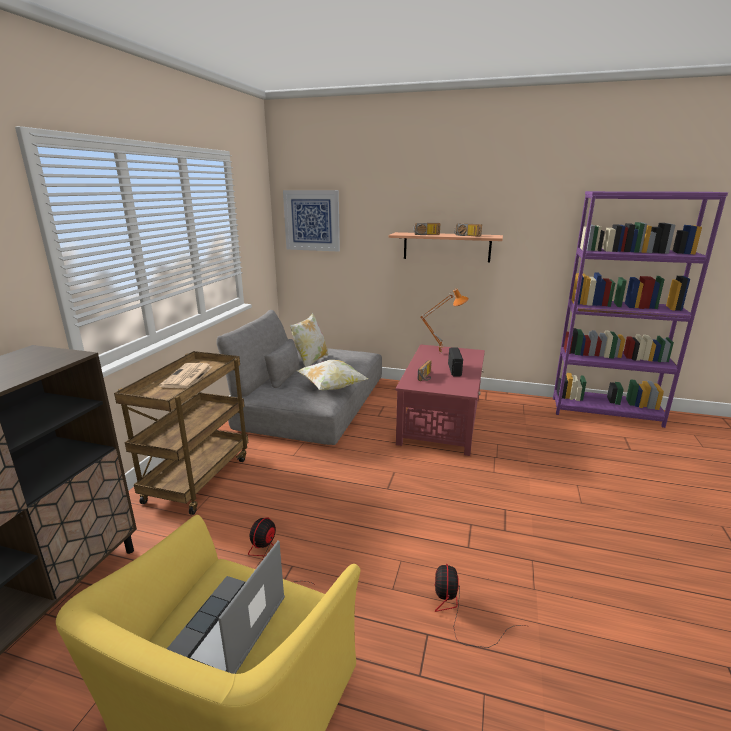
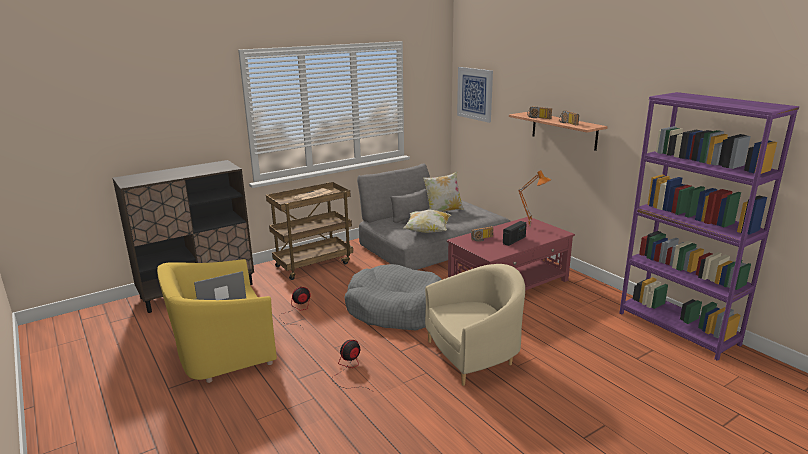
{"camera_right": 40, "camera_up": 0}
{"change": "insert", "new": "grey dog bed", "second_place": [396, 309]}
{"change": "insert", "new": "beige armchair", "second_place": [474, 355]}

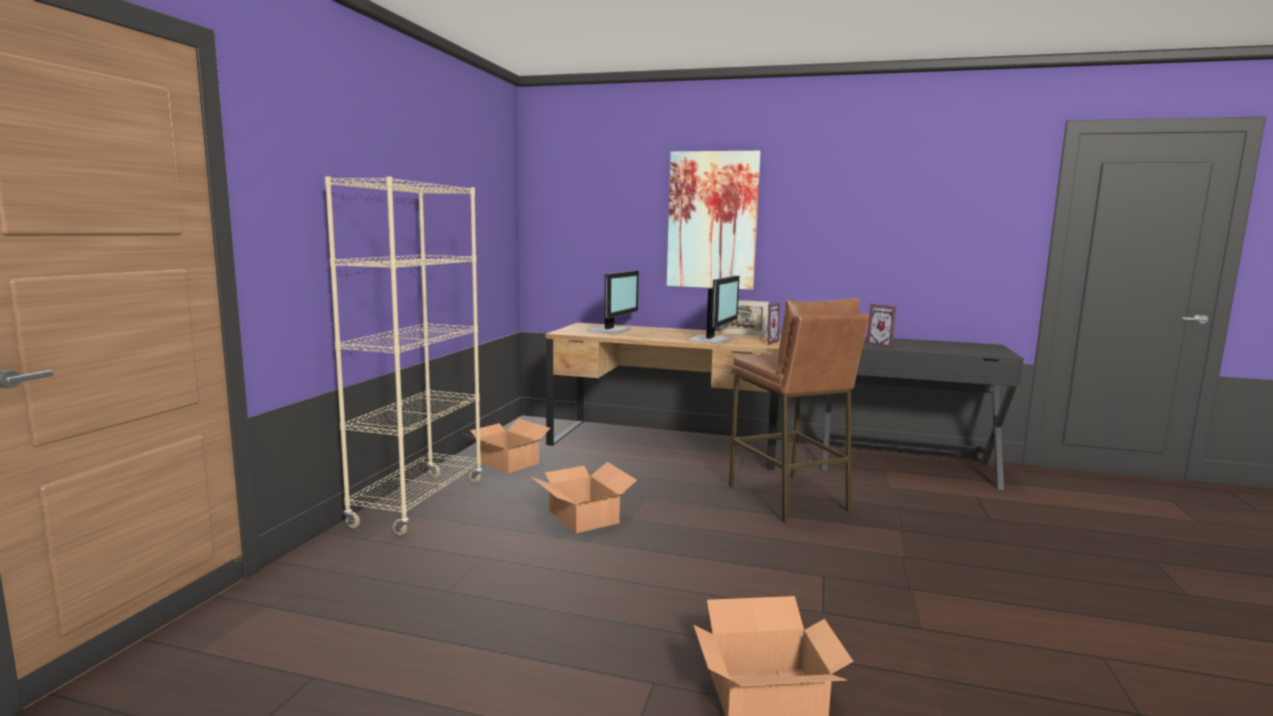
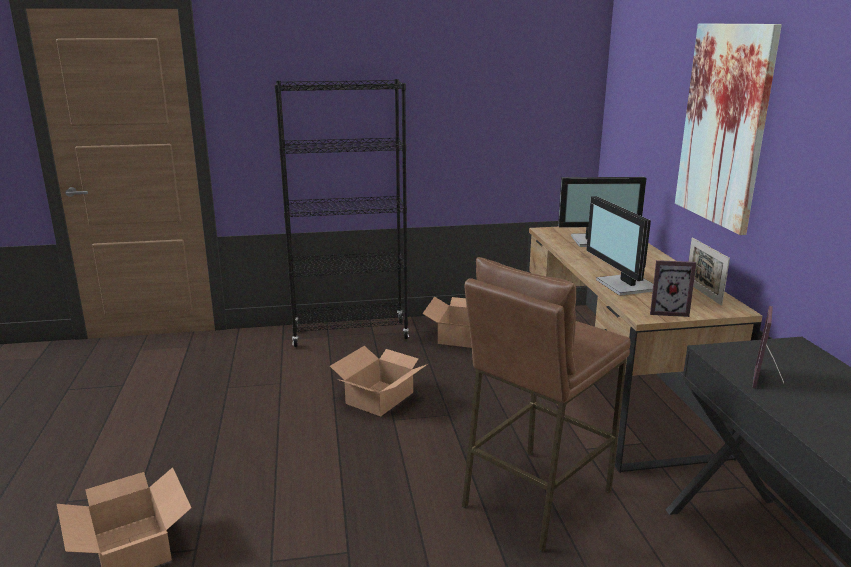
{"camera_right": 65, "camera_up": 10}
{"change": "recolor", "old": "beige shelving unit", "new": "black shelving unit", "first_place": [419, 503], "second_place": [350, 334]}
{"change": "rotate", "old": "monitor", "first_place": [712, 340], "second_place": [625, 286], "degrees": 75}

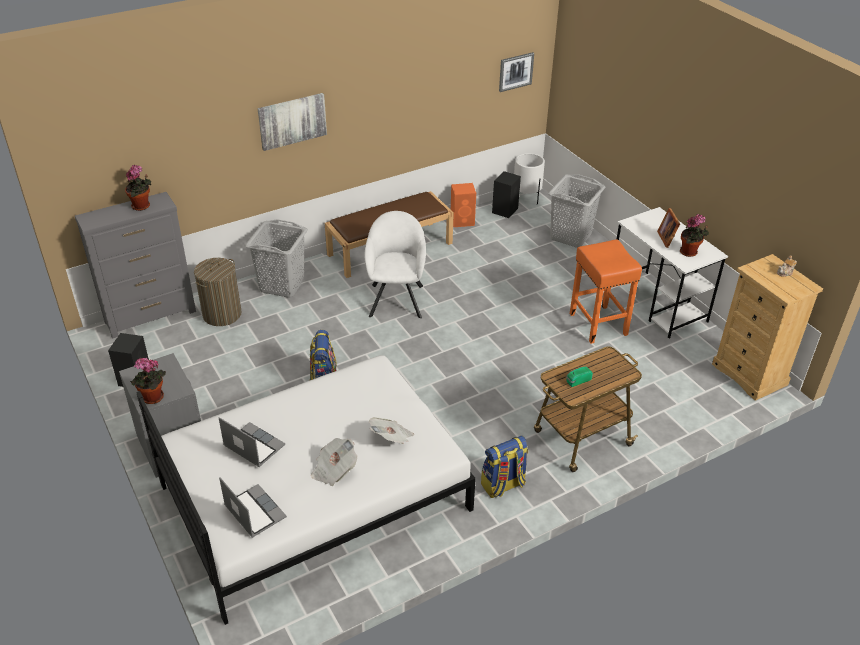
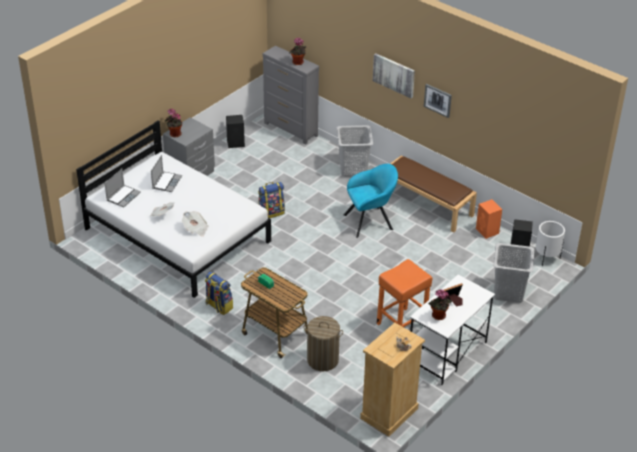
{"camera_right": 70, "camera_up": 0}
{"change": "move", "old": "washing basket", "first_place": [222, 314], "second_place": [322, 360]}
{"change": "recolor", "old": "whitish armchair", "new": "turquoise-coloured armchair", "first_place": [396, 298], "second_place": [371, 221]}
{"change": "move", "old": "picture", "first_place": [515, 71], "second_place": [438, 100]}

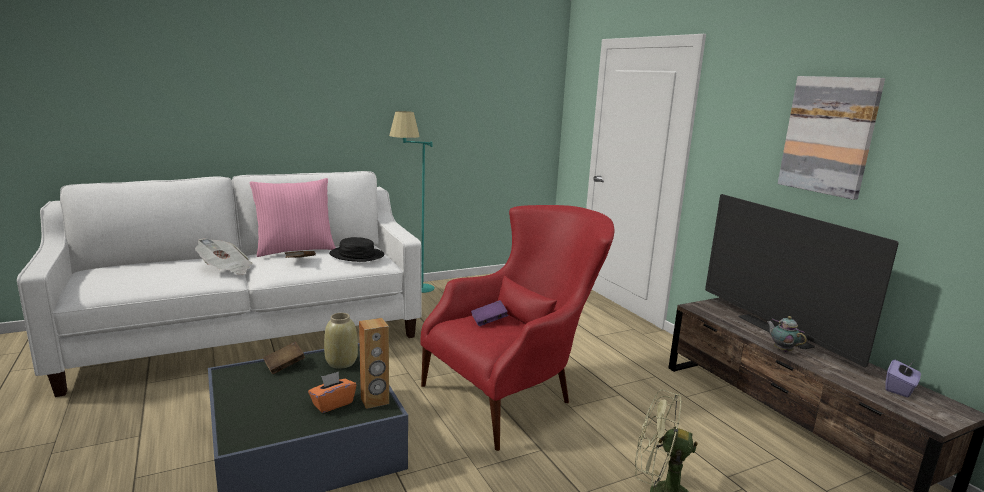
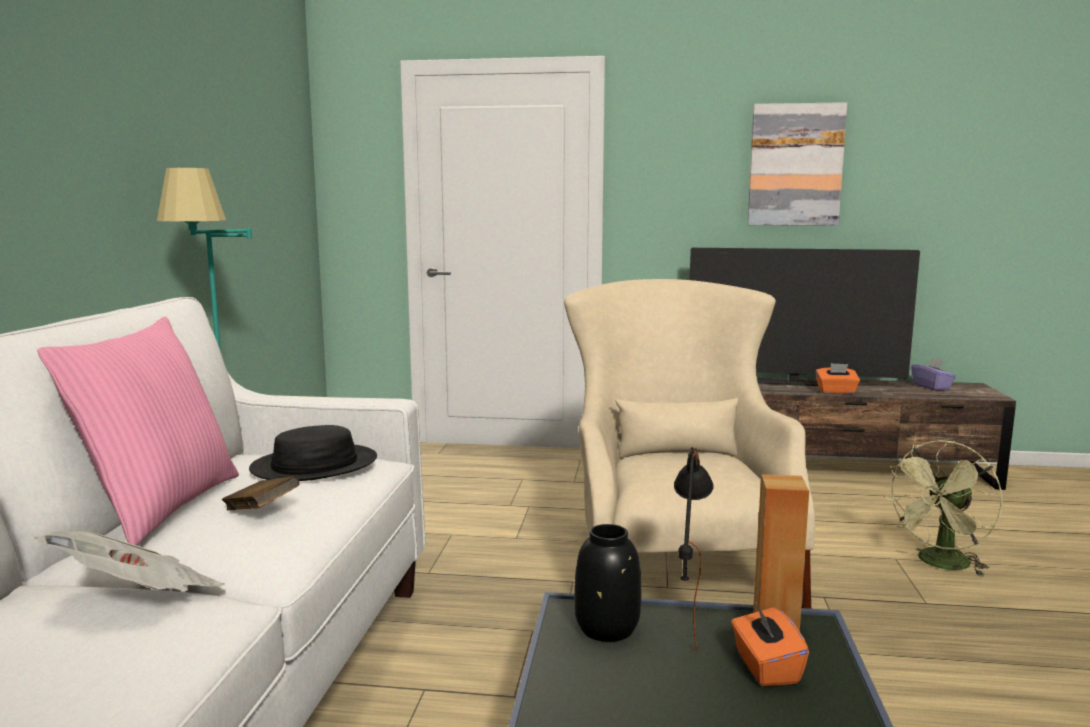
{"camera_right": -55, "camera_up": -5}
{"change": "recolor", "old": "red-coloured armchair", "new": "beige armchair", "first_place": [515, 393], "second_place": [673, 570]}
{"change": "recolor", "old": "beige vase", "new": "black vase", "first_place": [341, 362], "second_place": [606, 629]}
{"change": "insert", "new": "black lamp for a table", "second_place": [684, 625]}
{"change": "replace", "old": "teapot", "new": "orangey tissue box", "first_place": [781, 350], "second_place": [836, 392]}
{"change": "delete", "old": "brown bound book", "first_place": [284, 366]}
{"change": "delete", "old": "purple bound book", "first_place": [489, 321]}

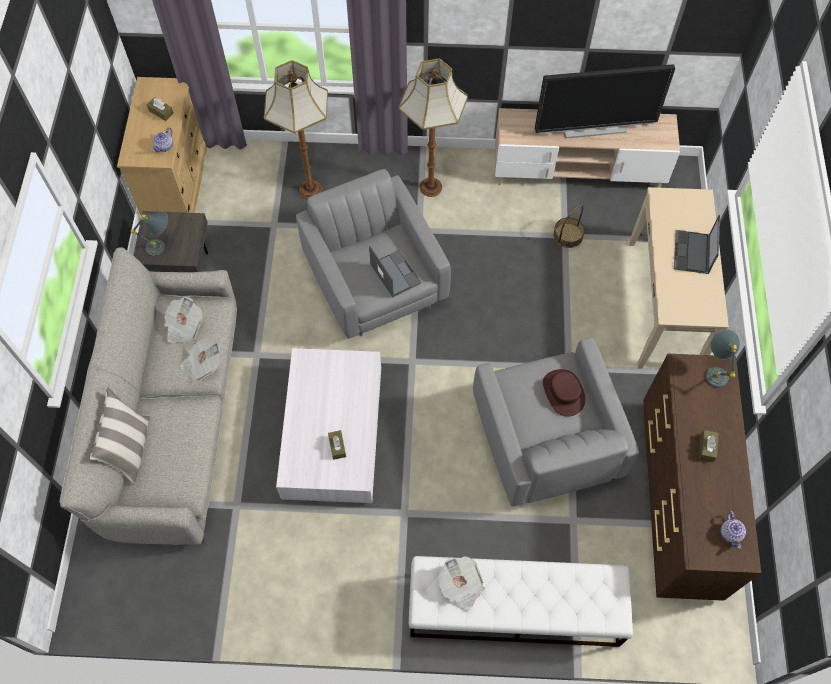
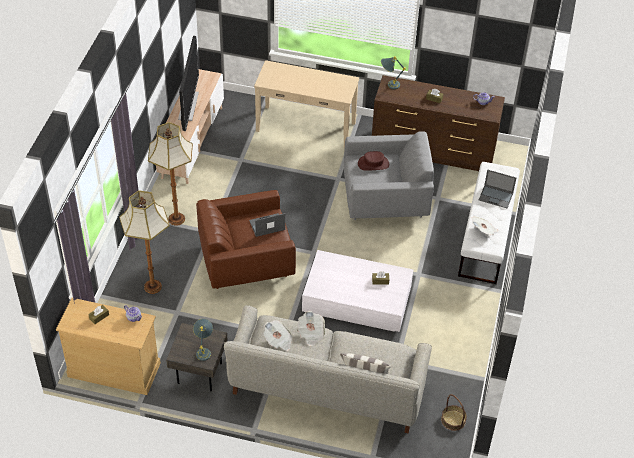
{"camera_right": -80, "camera_up": -15}
{"change": "recolor", "old": "grey armchair", "new": "brown armchair", "first_place": [375, 282], "second_place": [246, 262]}
{"change": "move", "old": "household basket", "first_place": [568, 235], "second_place": [453, 420]}
{"change": "move", "old": "laptop", "first_place": [692, 252], "second_place": [496, 197]}

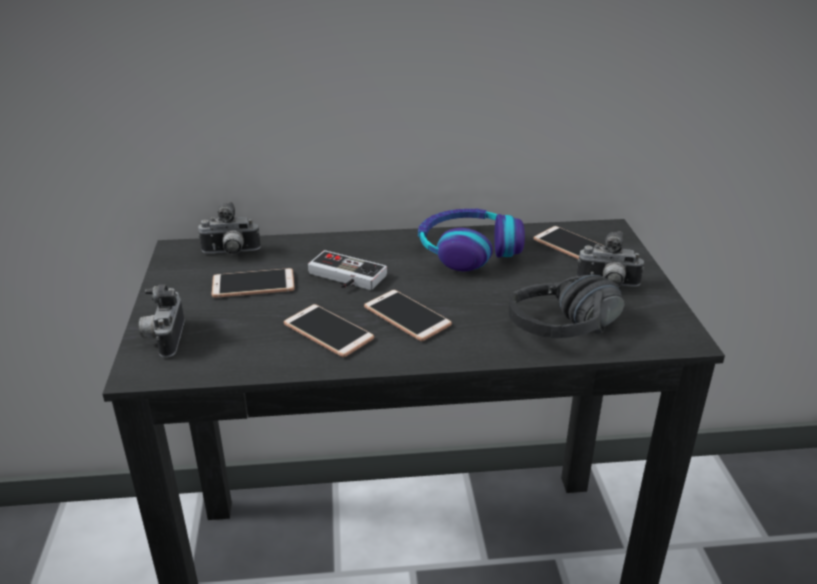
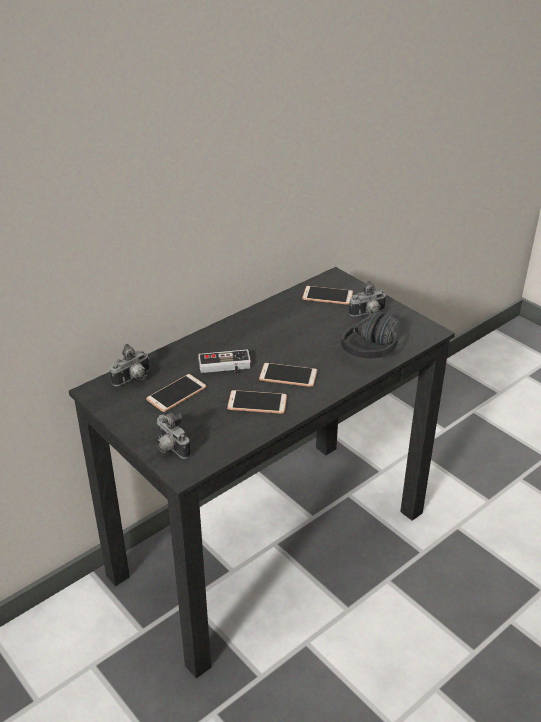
{"camera_right": -35, "camera_up": 5}
{"change": "delete", "old": "pair of headphones", "first_place": [468, 250]}

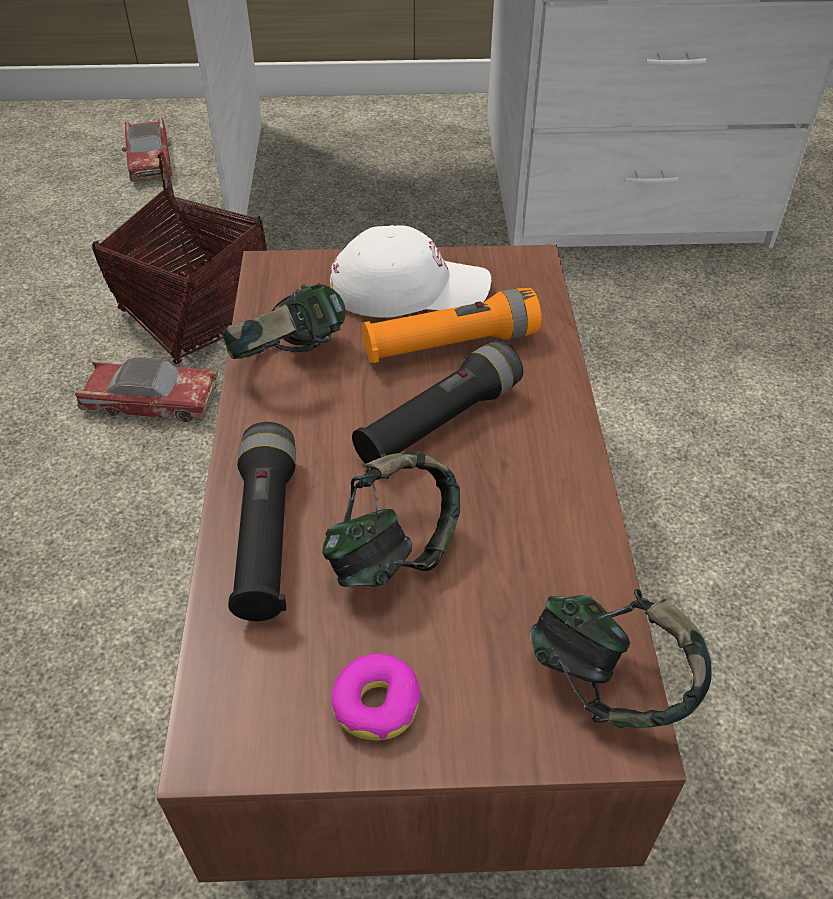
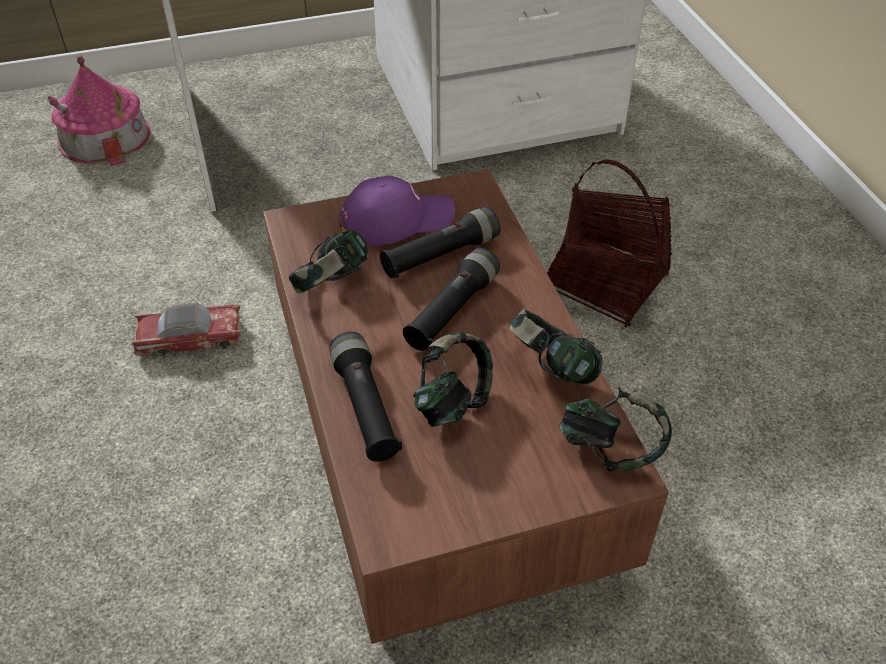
{"camera_right": -15, "camera_up": 0}
{"change": "replace", "old": "toy car", "new": "model house", "first_place": [150, 159], "second_place": [104, 136]}
{"change": "recolor", "old": "whitish baseball cap", "new": "purple baseball cap", "first_place": [409, 288], "second_place": [396, 219]}
{"change": "recolor", "old": "orangey torch", "new": "black torch", "first_place": [450, 345], "second_place": [440, 255]}
{"change": "insert", "new": "pair of headphones", "second_place": [551, 368]}
{"change": "move", "old": "household basket", "first_place": [196, 316], "second_place": [606, 284]}
{"change": "delete", "old": "doughnut", "first_place": [376, 704]}

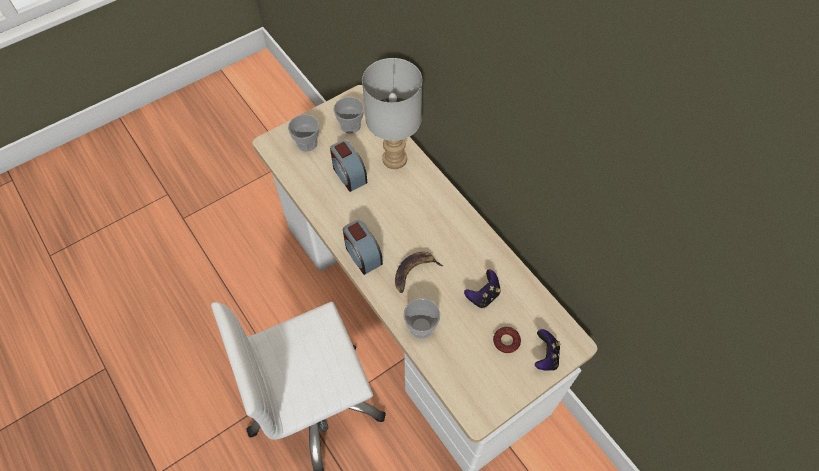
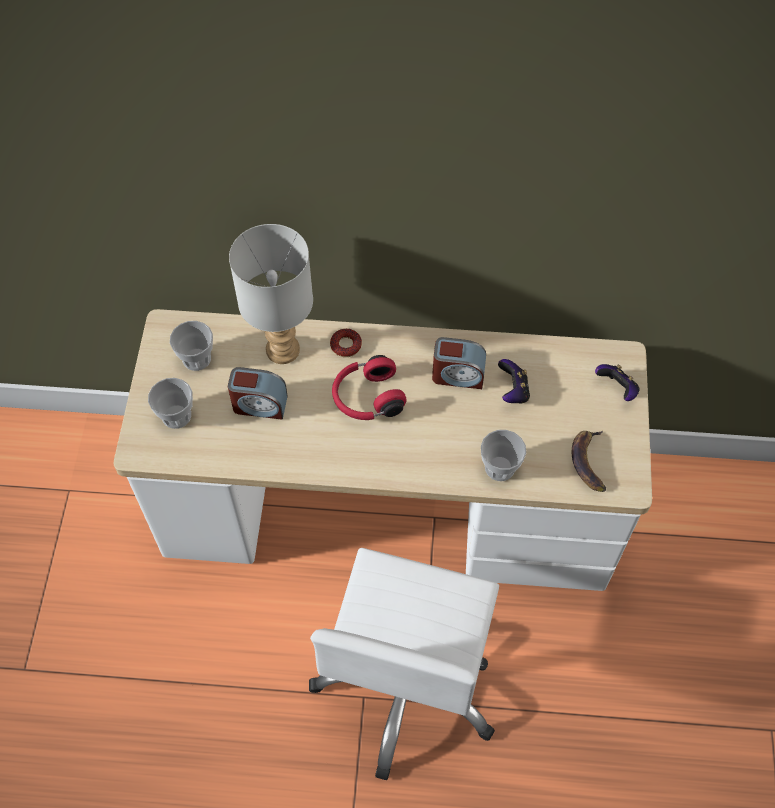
{"camera_right": -50, "camera_up": 0}
{"change": "move", "old": "doughnut", "first_place": [506, 341], "second_place": [346, 345]}
{"change": "insert", "new": "red-coloured pair of headphones", "second_place": [367, 398]}
{"change": "move", "old": "alarm clock", "first_place": [362, 255], "second_place": [458, 375]}
{"change": "move", "old": "whole banana", "first_place": [414, 272], "second_place": [588, 462]}

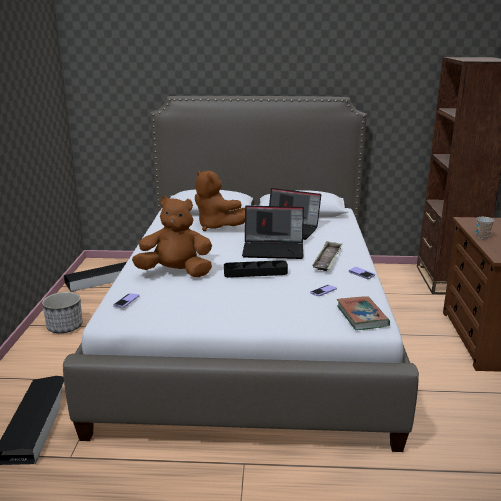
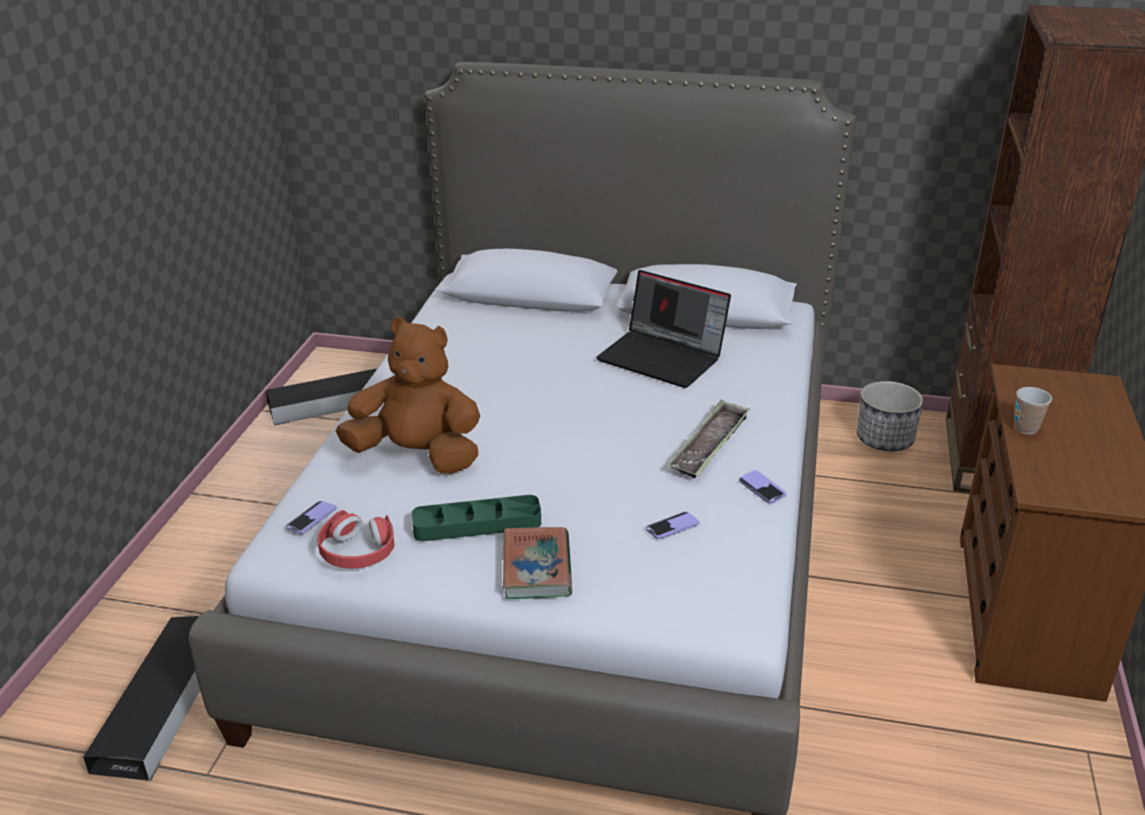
{"camera_right": 10, "camera_up": 10}
{"change": "insert", "new": "red-coloured pair of headphones", "second_place": [357, 551]}
{"change": "insert", "new": "green serving tray", "second_place": [477, 524]}
{"change": "move", "old": "bound book", "first_place": [362, 316], "second_place": [537, 568]}
{"change": "move", "old": "plant pot", "first_place": [65, 327], "second_place": [885, 439]}
{"change": "delete", "old": "brown plush toy", "first_place": [216, 226]}
{"change": "delete", "old": "black serving tray", "first_place": [255, 272]}
{"change": "delete", "old": "laptop", "first_place": [274, 249]}

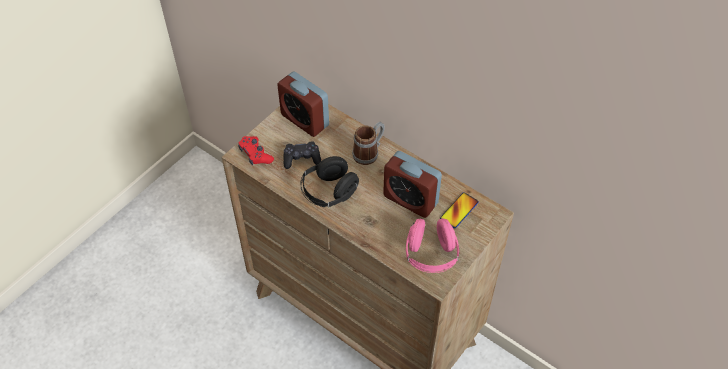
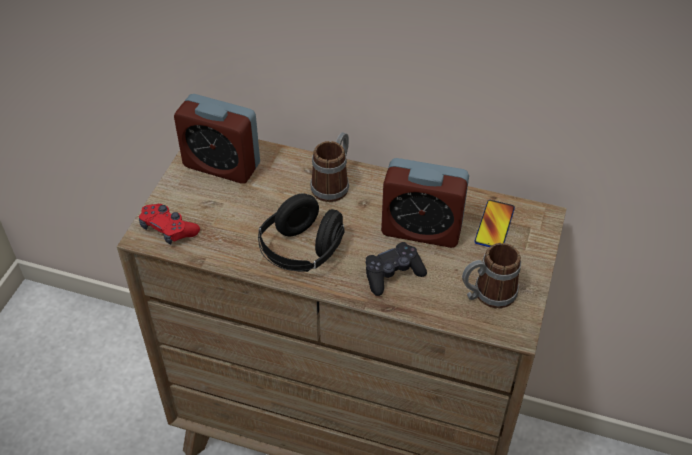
{"camera_right": -20, "camera_up": -5}
{"change": "move", "old": "black joypad", "first_place": [302, 159], "second_place": [392, 274]}
{"change": "replace", "old": "pink pair of headphones", "new": "tea mug", "first_place": [431, 255], "second_place": [487, 295]}

